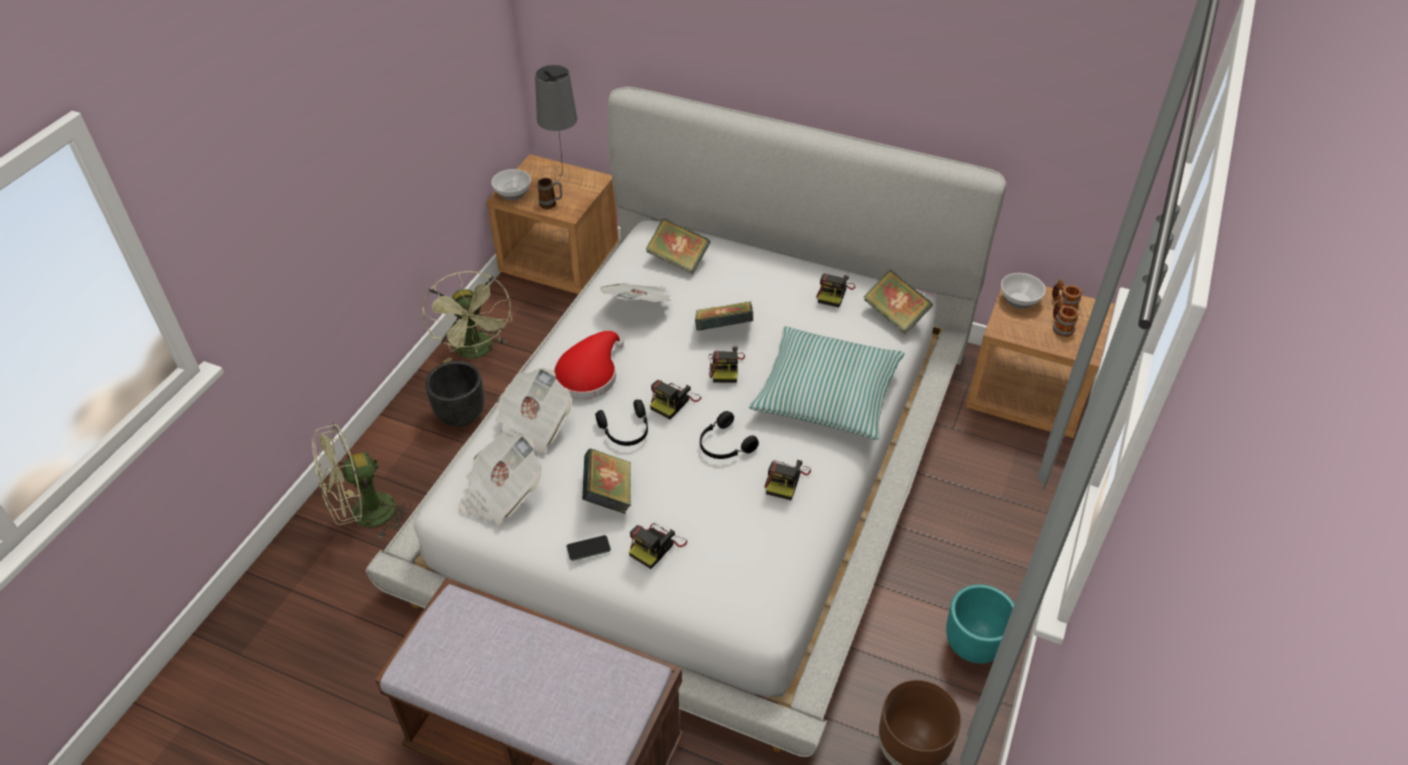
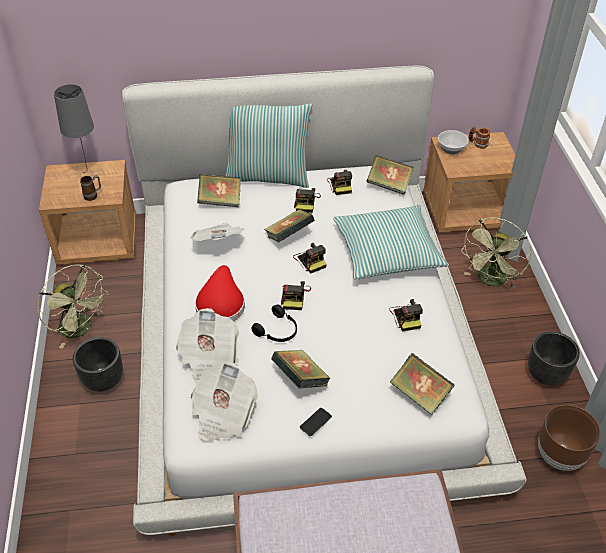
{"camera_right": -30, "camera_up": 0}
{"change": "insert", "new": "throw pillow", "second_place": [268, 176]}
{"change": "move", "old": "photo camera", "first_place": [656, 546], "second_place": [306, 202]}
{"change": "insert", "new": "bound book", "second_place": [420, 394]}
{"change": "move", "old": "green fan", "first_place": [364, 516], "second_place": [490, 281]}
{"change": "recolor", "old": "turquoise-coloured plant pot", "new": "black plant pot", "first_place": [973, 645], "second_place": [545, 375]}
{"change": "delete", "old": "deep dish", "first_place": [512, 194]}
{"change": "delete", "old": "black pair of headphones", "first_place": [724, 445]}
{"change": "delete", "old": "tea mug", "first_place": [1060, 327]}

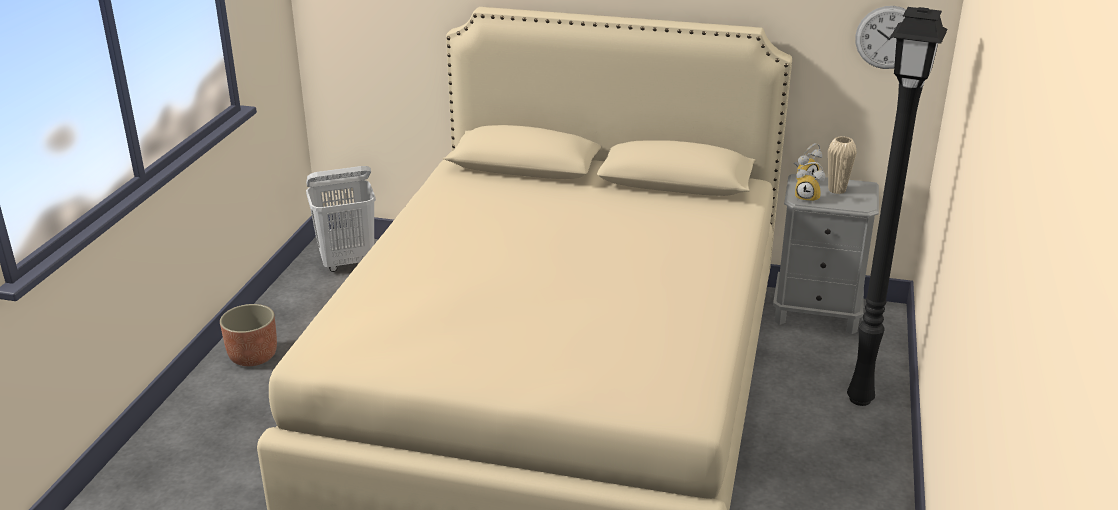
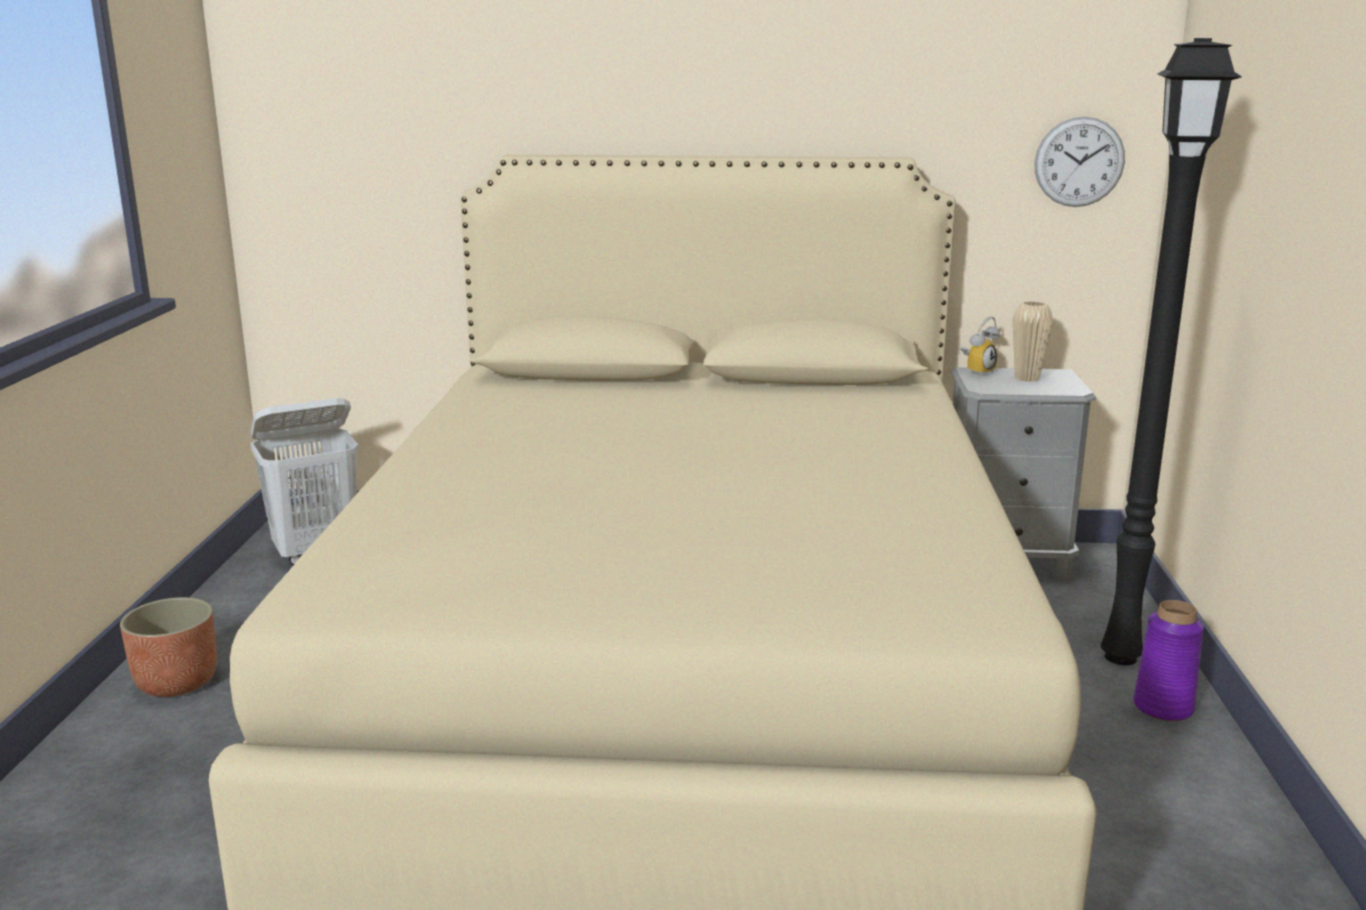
{"camera_right": -10, "camera_up": -10}
{"change": "insert", "new": "purple vase", "second_place": [1163, 707]}
{"change": "delete", "old": "alarm clock", "first_place": [808, 198]}

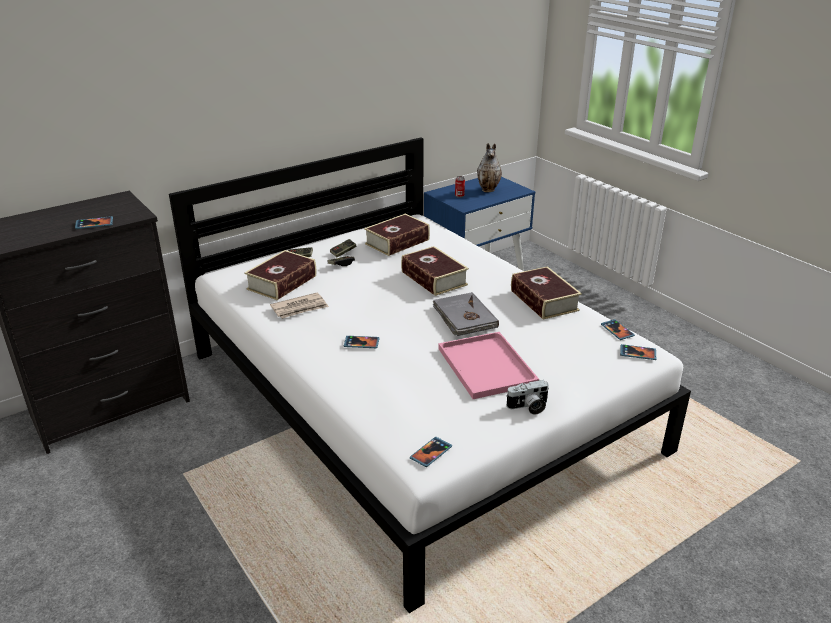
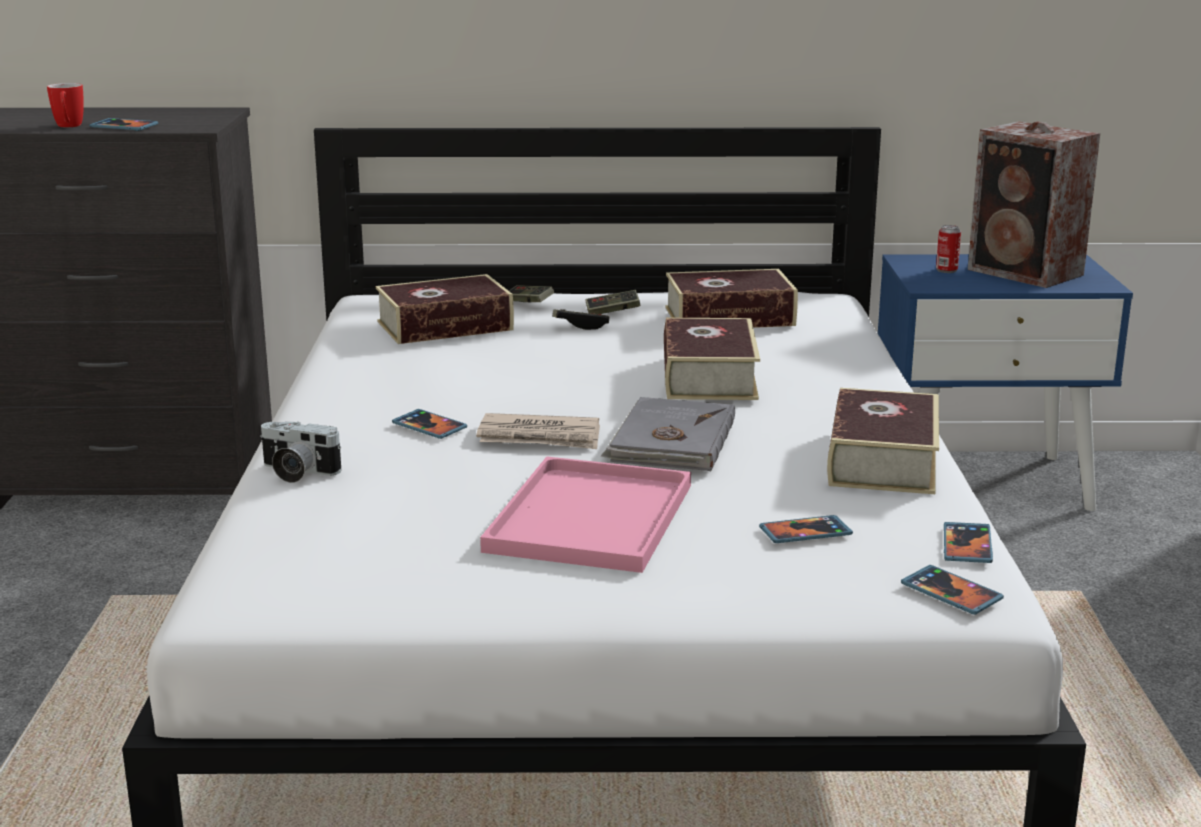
{"camera_right": 35, "camera_up": -10}
{"change": "insert", "new": "tea mug", "second_place": [68, 126]}
{"change": "move", "old": "photo camera", "first_place": [528, 407], "second_place": [296, 472]}
{"change": "move", "old": "daily paper", "first_place": [300, 308], "second_place": [540, 437]}
{"change": "move", "old": "telephone", "first_place": [431, 453], "second_place": [805, 533]}
{"change": "replace", "old": "vase", "new": "loudspeaker", "first_place": [489, 190], "second_place": [1027, 273]}

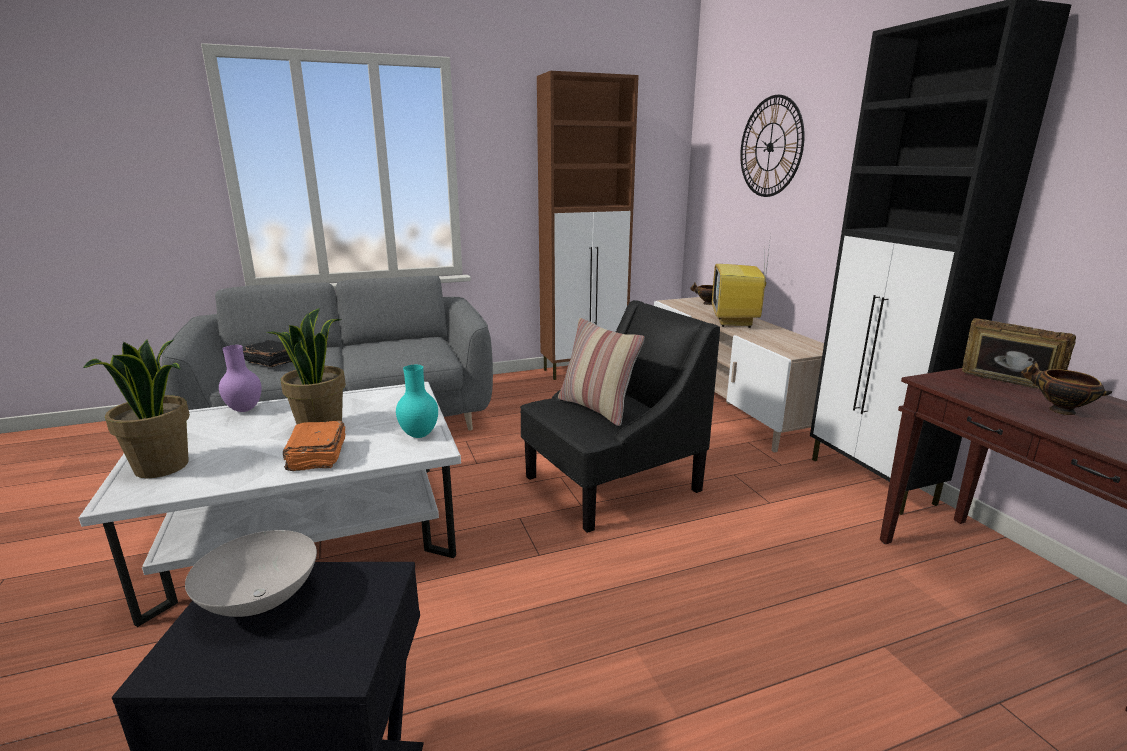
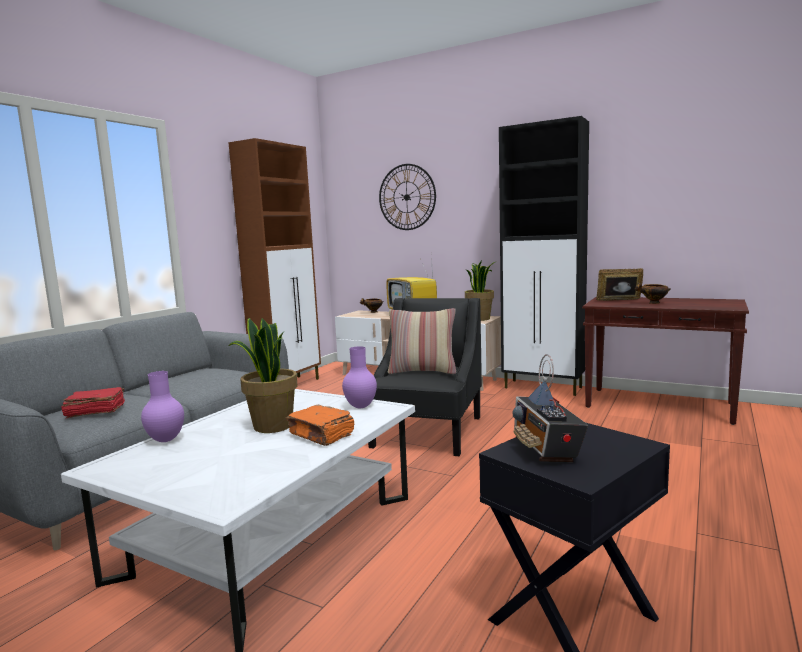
{"camera_right": -40, "camera_up": -10}
{"change": "recolor", "old": "black bound book", "new": "red-coloured bound book", "first_place": [272, 362], "second_place": [95, 411]}
{"change": "recolor", "old": "turquoise-coloured vase", "new": "purple vase", "first_place": [418, 435], "second_place": [359, 407]}
{"change": "move", "old": "potted plant", "first_place": [162, 467], "second_place": [480, 319]}
{"change": "replace", "old": "whitish deep dish", "new": "radio set", "first_place": [259, 602], "second_place": [546, 450]}

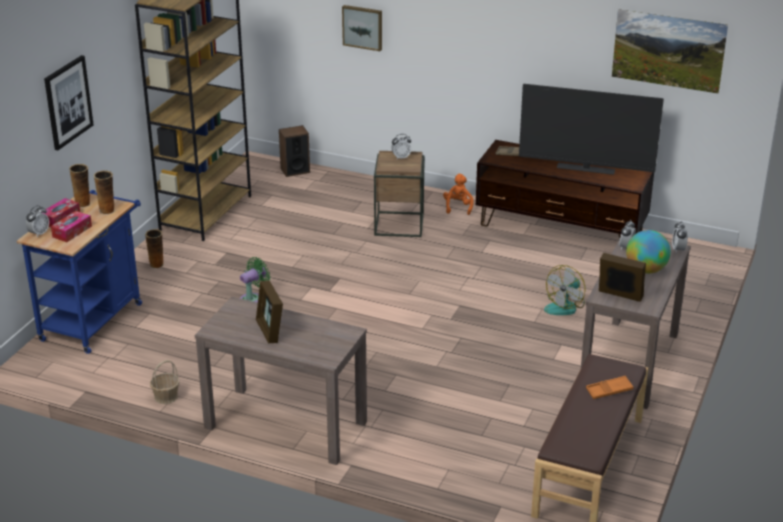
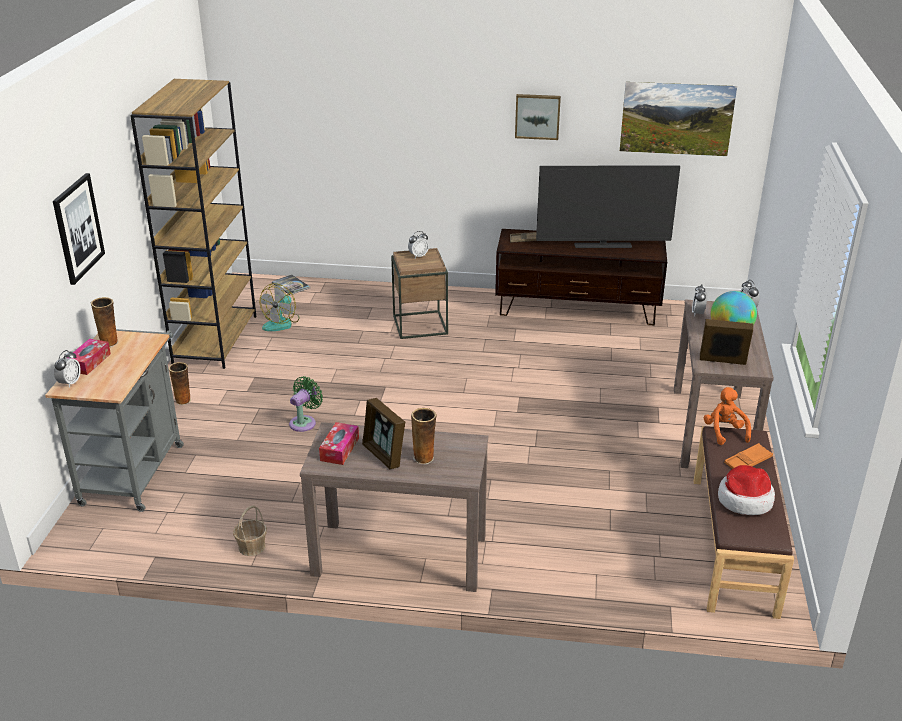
{"camera_right": -15, "camera_up": 0}
{"change": "recolor", "old": "blue wheeled cart", "new": "grey wheeled cart", "first_place": [95, 318], "second_place": [135, 469]}
{"change": "move", "old": "fan", "first_place": [565, 306], "second_place": [281, 323]}
{"change": "replace", "old": "loudspeaker", "new": "bound book", "first_place": [295, 170], "second_place": [291, 285]}
{"change": "move", "old": "tissue box", "first_place": [72, 231], "second_place": [339, 449]}
{"change": "move", "old": "vase", "first_place": [107, 210], "second_place": [424, 458]}
{"change": "move", "old": "picture", "first_place": [363, 27], "second_place": [537, 116]}
{"change": "move", "old": "orangey plush toy", "first_place": [458, 207], "second_place": [724, 432]}
{"change": "insert", "new": "clothing hat", "second_place": [744, 500]}

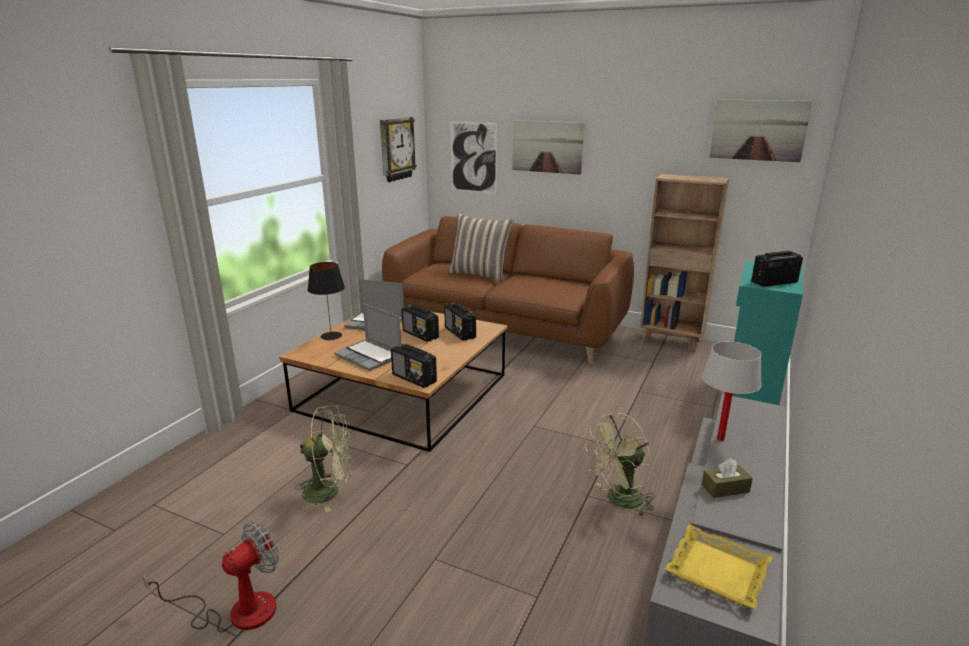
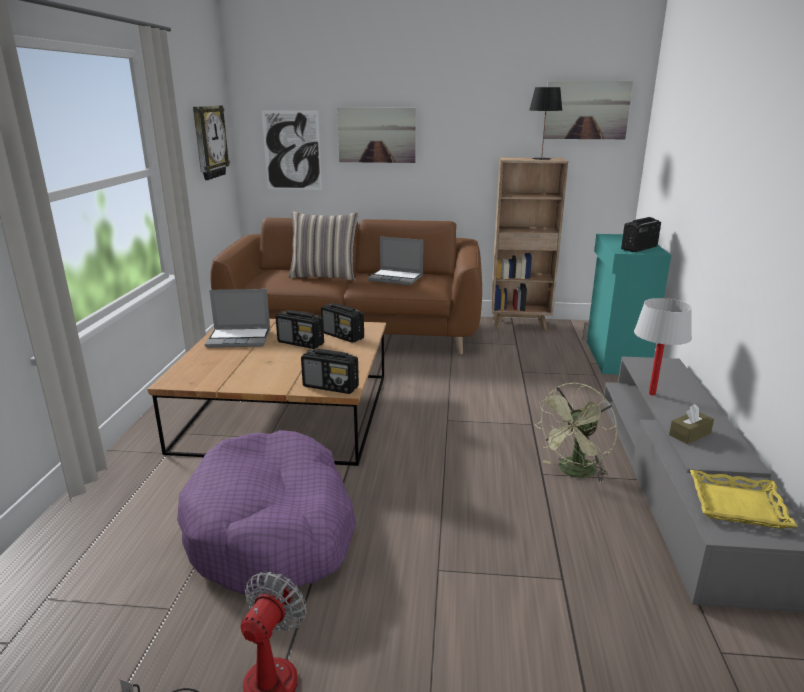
{"camera_right": -20, "camera_up": 0}
{"change": "replace", "old": "green fan", "new": "purple dog bed", "first_place": [329, 491], "second_place": [272, 530]}
{"change": "move", "old": "laptop", "first_place": [370, 356], "second_place": [396, 278]}
{"change": "move", "old": "black lamp for a table", "first_place": [331, 336], "second_place": [541, 159]}

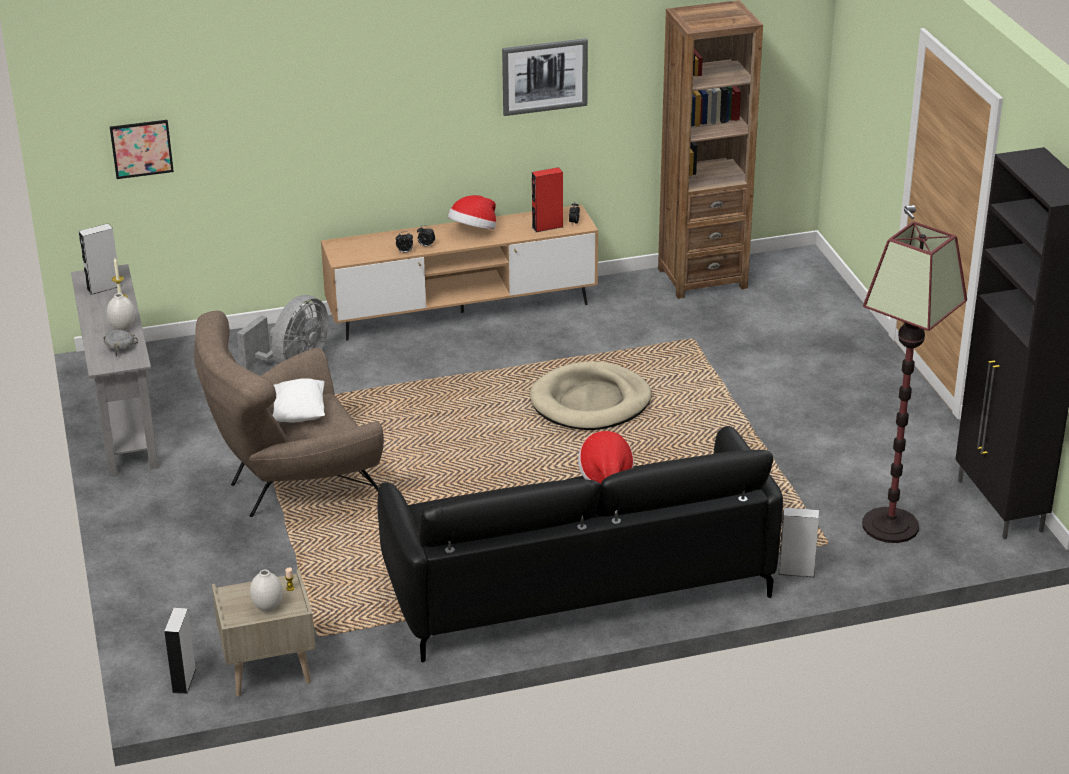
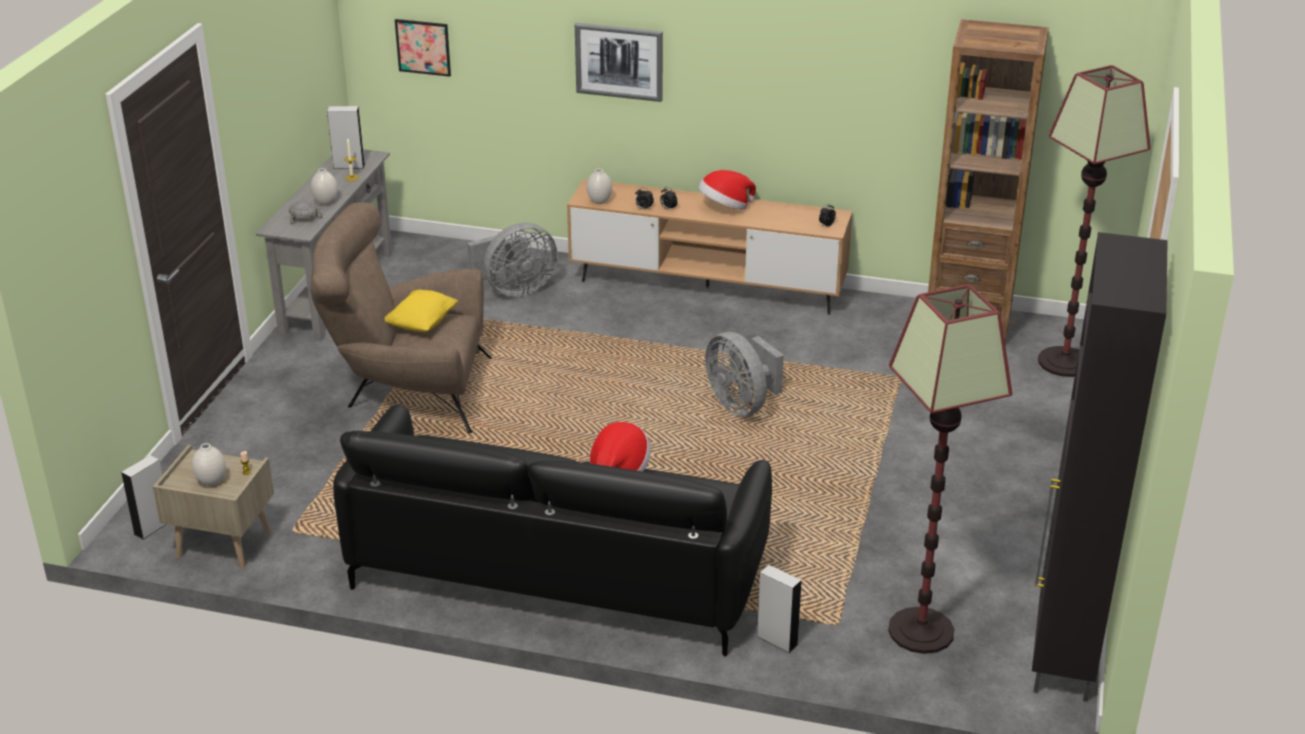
{"camera_right": 30, "camera_up": 0}
{"change": "recolor", "old": "whitish throw pillow", "new": "yellowish throw pillow", "first_place": [299, 413], "second_place": [421, 324]}
{"change": "move", "old": "picture", "first_place": [544, 76], "second_place": [619, 61]}
{"change": "insert", "new": "whitish vase", "second_place": [599, 201]}
{"change": "replace", "old": "beige dog bed", "new": "grey fan", "first_place": [590, 402], "second_place": [741, 405]}
{"change": "insert", "new": "floor lamp", "second_place": [1065, 362]}
{"change": "delete", "old": "red-coloured loudspeaker", "first_place": [547, 227]}

